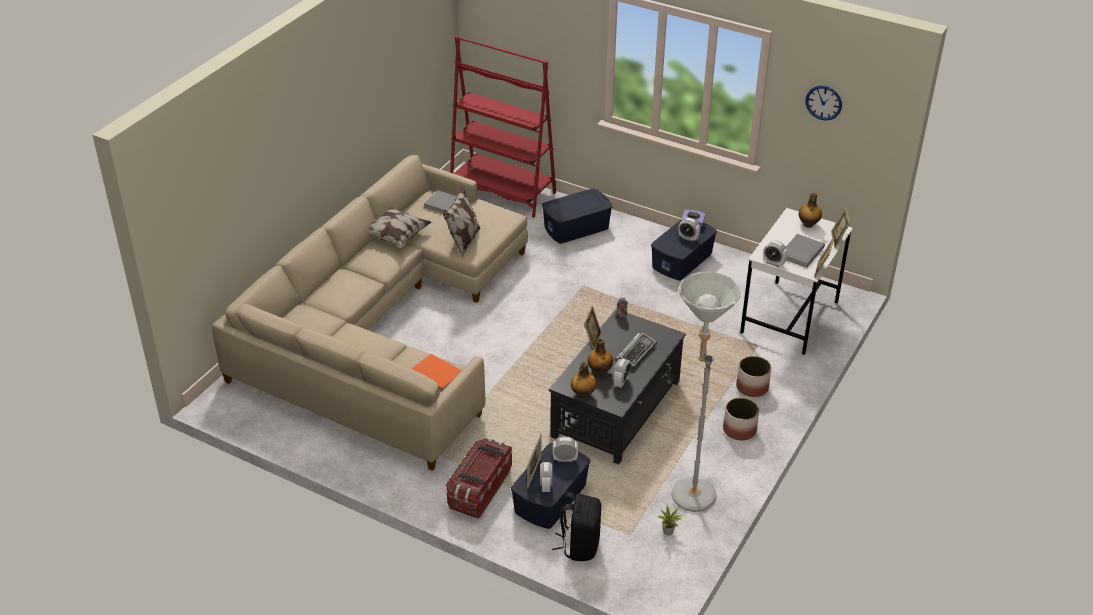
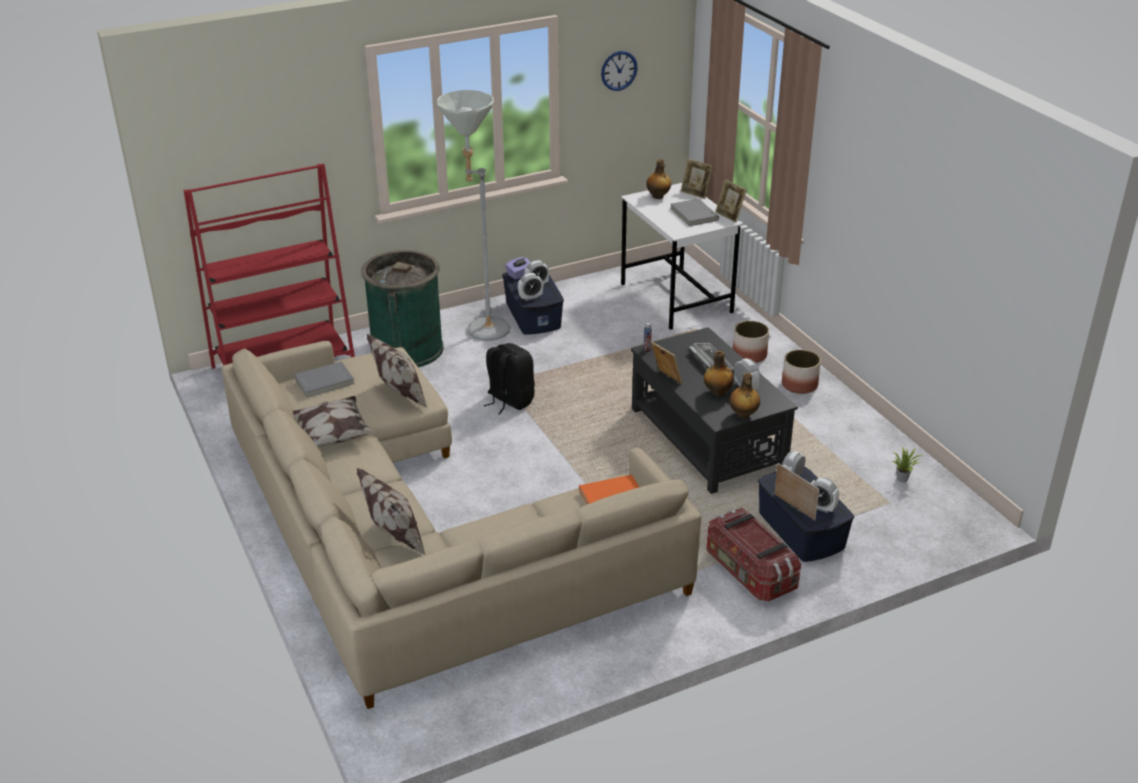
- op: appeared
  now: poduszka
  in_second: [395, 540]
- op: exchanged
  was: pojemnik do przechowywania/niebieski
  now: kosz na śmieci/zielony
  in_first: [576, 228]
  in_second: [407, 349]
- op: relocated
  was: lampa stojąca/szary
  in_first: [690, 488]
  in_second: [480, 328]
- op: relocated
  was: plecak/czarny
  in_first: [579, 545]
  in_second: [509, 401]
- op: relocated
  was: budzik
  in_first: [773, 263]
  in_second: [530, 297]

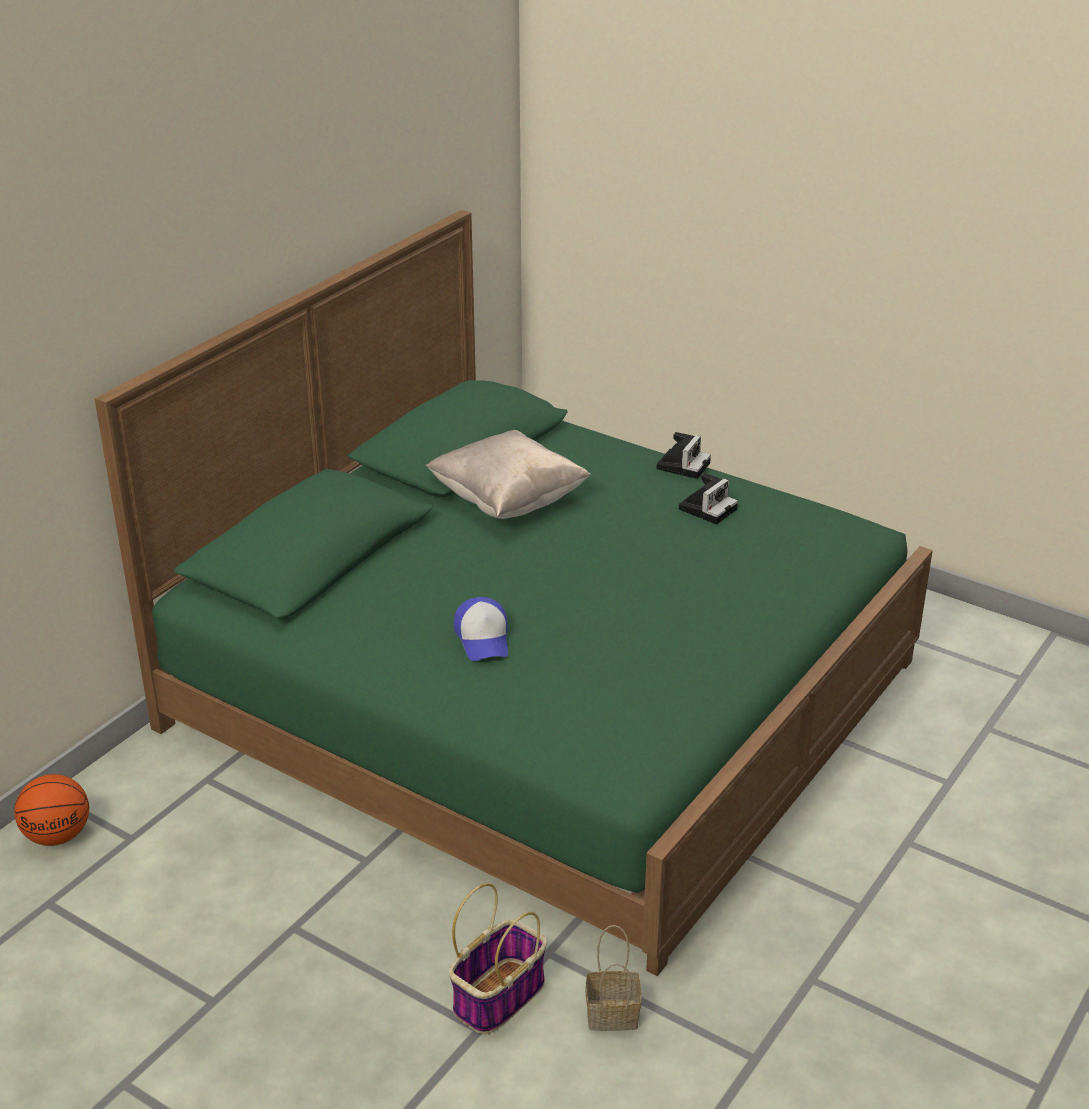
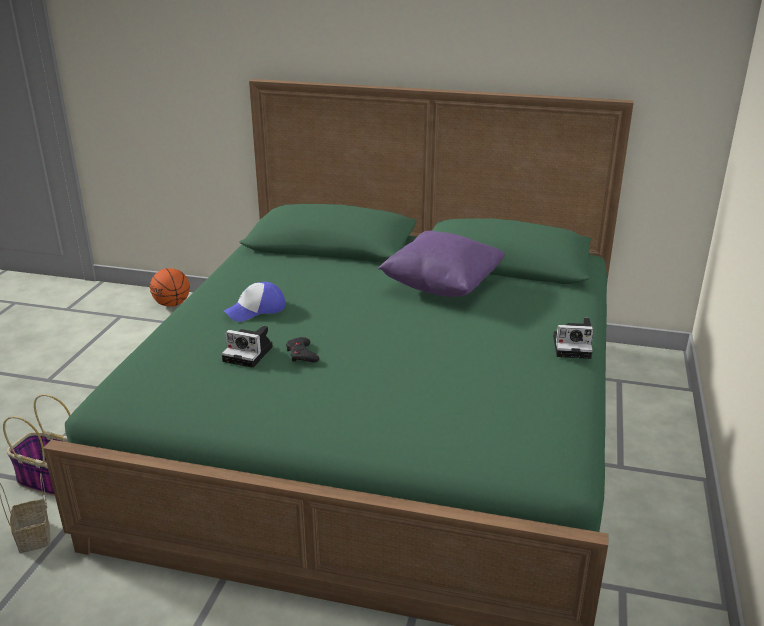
- op: relocated
  was: aparat fotograficzny
  in_first: [708, 508]
  in_second: [250, 354]
- op: appeared
  now: pad do gier/czarny
  in_second: [302, 354]
- op: colour
  was: poduszka/beżowy
  now: poduszka/fioletowy
  in_first: [507, 501]
  in_second: [442, 286]

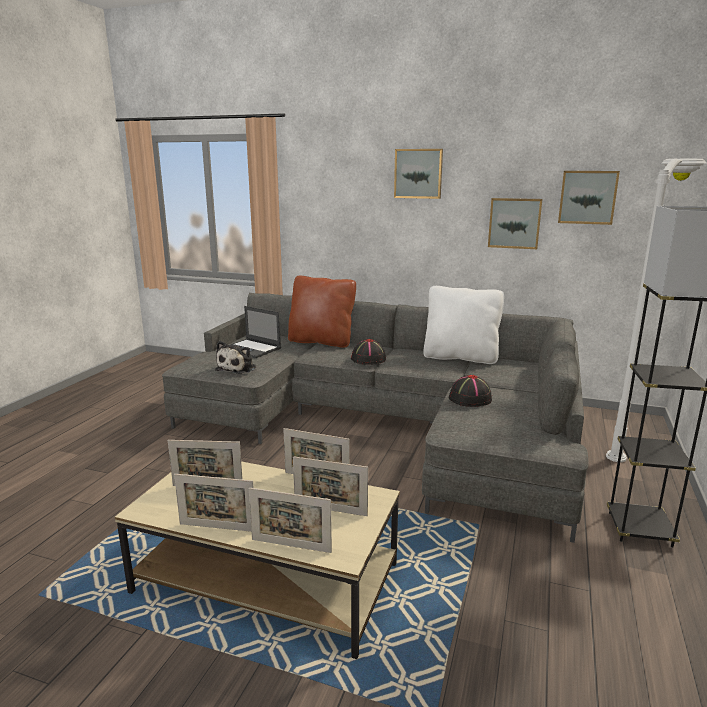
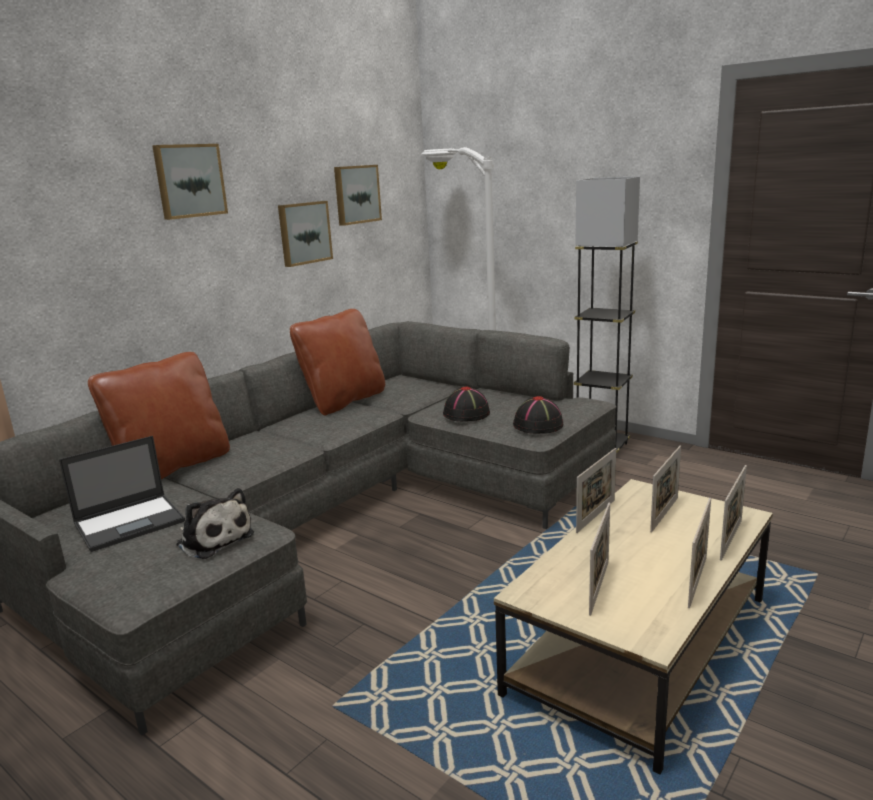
- op: colour
  was: poduszka/biały
  now: poduszka/brązowy
  in_first: [460, 357]
  in_second: [344, 401]
- op: relocated
  was: kapelusz/czarny
  in_first: [368, 359]
  in_second: [538, 425]

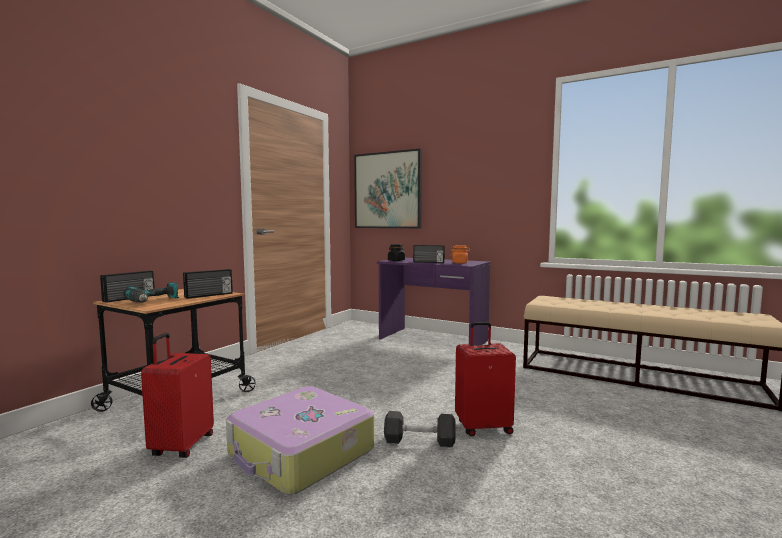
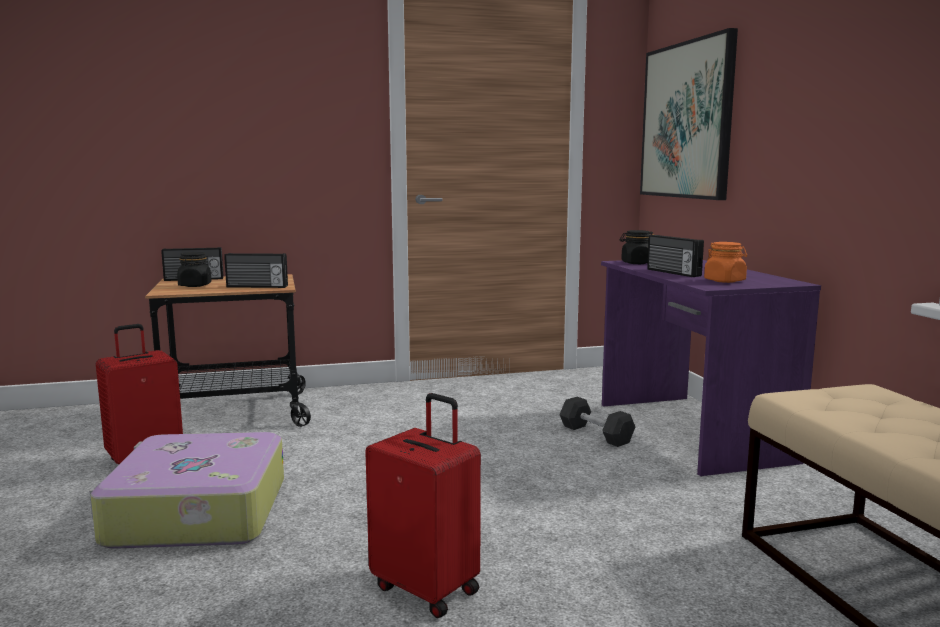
- op: exchanged
  was: wiertarka
  now: słoik/czarny
  in_first: [154, 301]
  in_second: [195, 285]
- op: relocated
  was: hantel/szary
  in_first: [419, 441]
  in_second: [596, 434]

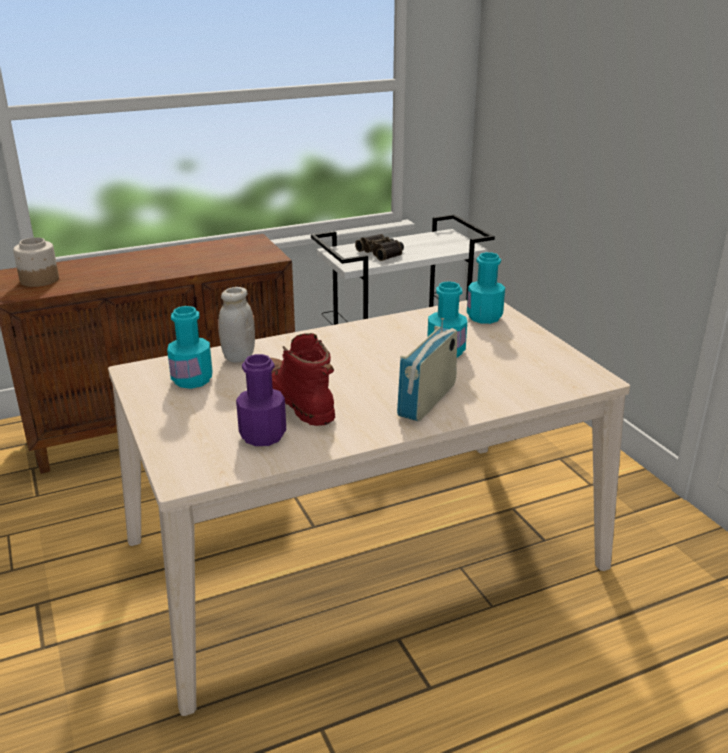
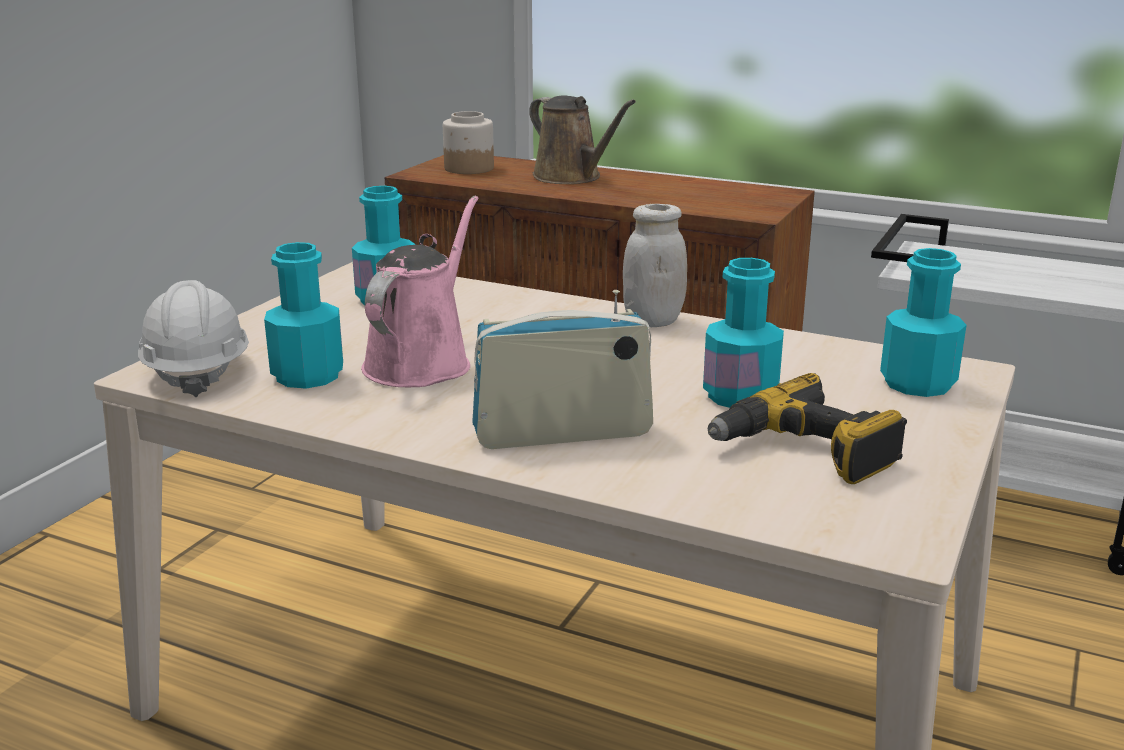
- op: appeared
  now: kask/biały
  in_second: [197, 372]
- op: colour
  was: butelka/fioletowy
  now: butelka/turkusowy
  in_first: [263, 435]
  in_second: [308, 375]
- op: exchanged
  was: but z cholewką/czerwony
  now: konewka/różowy
  in_first: [296, 401]
  in_second: [422, 362]
- op: appeared
  now: konewka/brązowy
  in_second: [571, 177]
- op: relocated
  was: słoik/biały
  in_first: [238, 357]
  in_second: [653, 321]
- op: appeared
  now: wiertarka
  in_second: [805, 452]
- op: missing
  was: lornetka
  in_first: [382, 252]

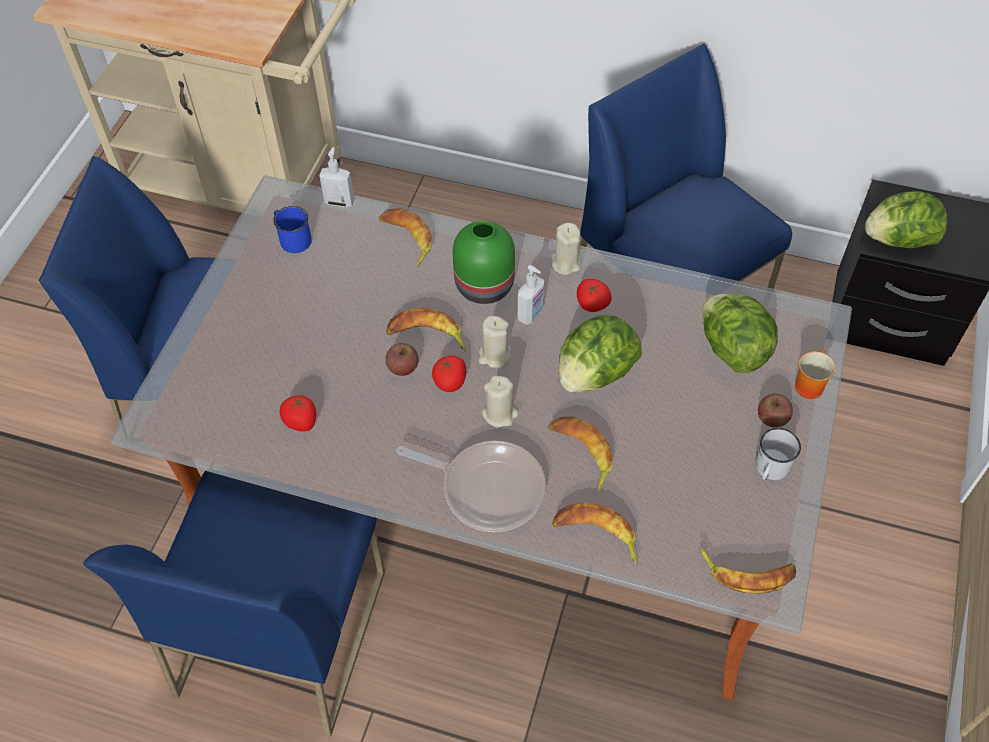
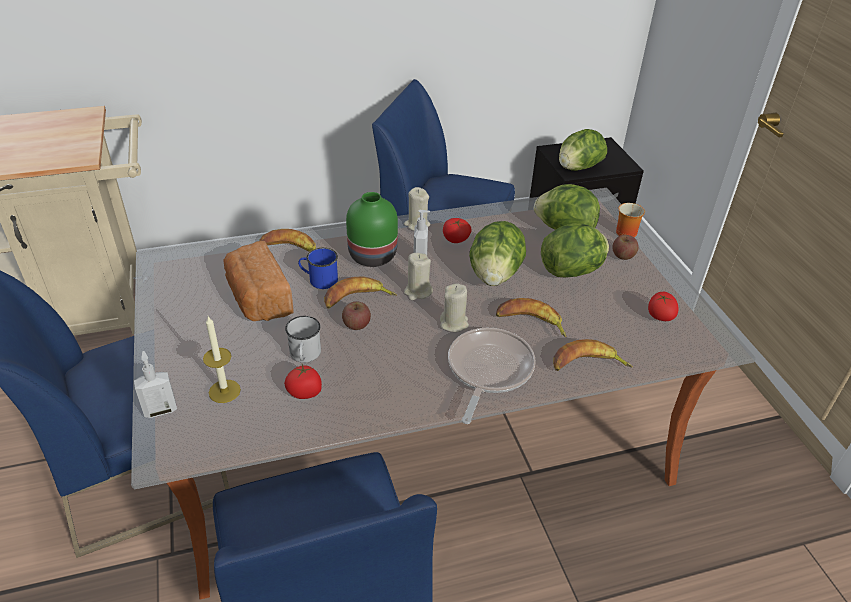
- op: relocated
  was: dozownik mydła
  in_first: [339, 201]
  in_second: [160, 410]
- op: appeared
  now: świeca
  in_second: [224, 391]
- op: appeared
  now: chleb
  in_second: [258, 299]
- op: relocated
  was: kubek/biały
  in_first: [769, 469]
  in_second: [305, 356]
- op: relocated
  was: kubek/niebieski
  in_first: [292, 238]
  in_second: [319, 280]
- op: spun
  was: patelnia
  in_first: [487, 488]
  in_second: [488, 370]
  clockwise: -60
- op: appeared
  now: sałata
  in_second: [572, 271]
- op: relocated
  was: pomidor
  in_first: [450, 382]
  in_second: [659, 316]
- op: missing
  was: banan
  in_first: [747, 572]

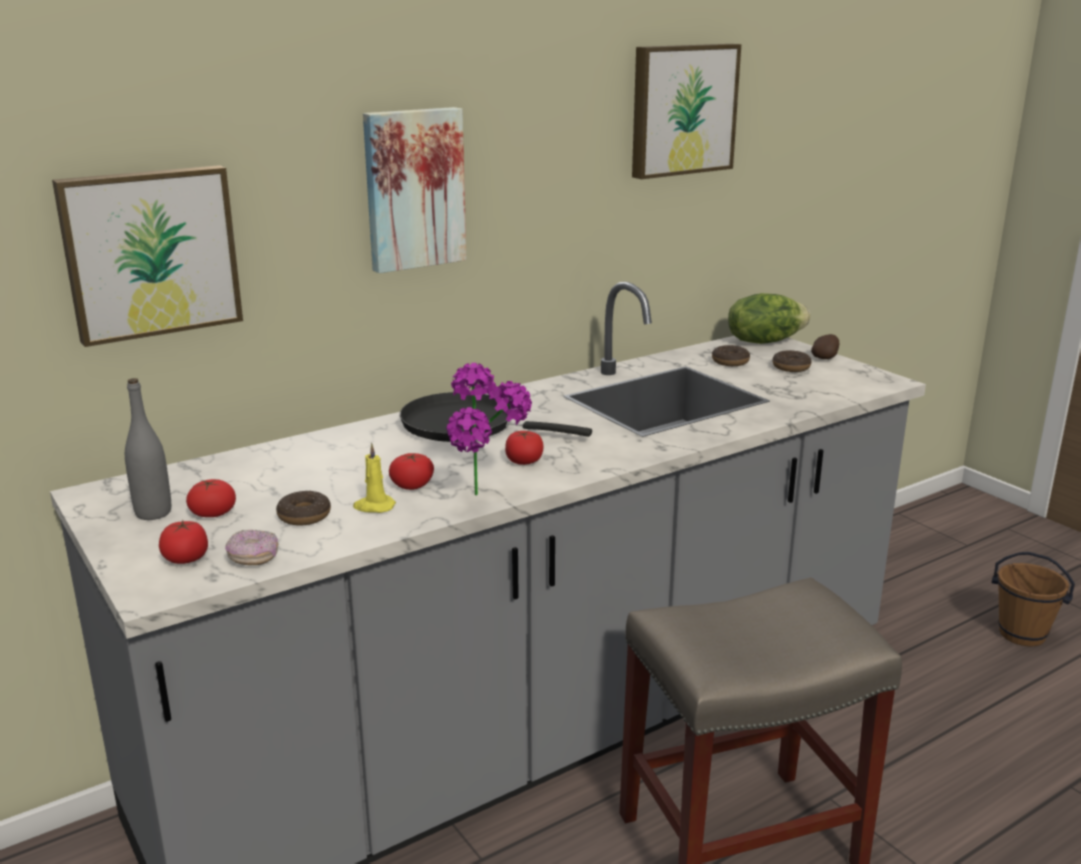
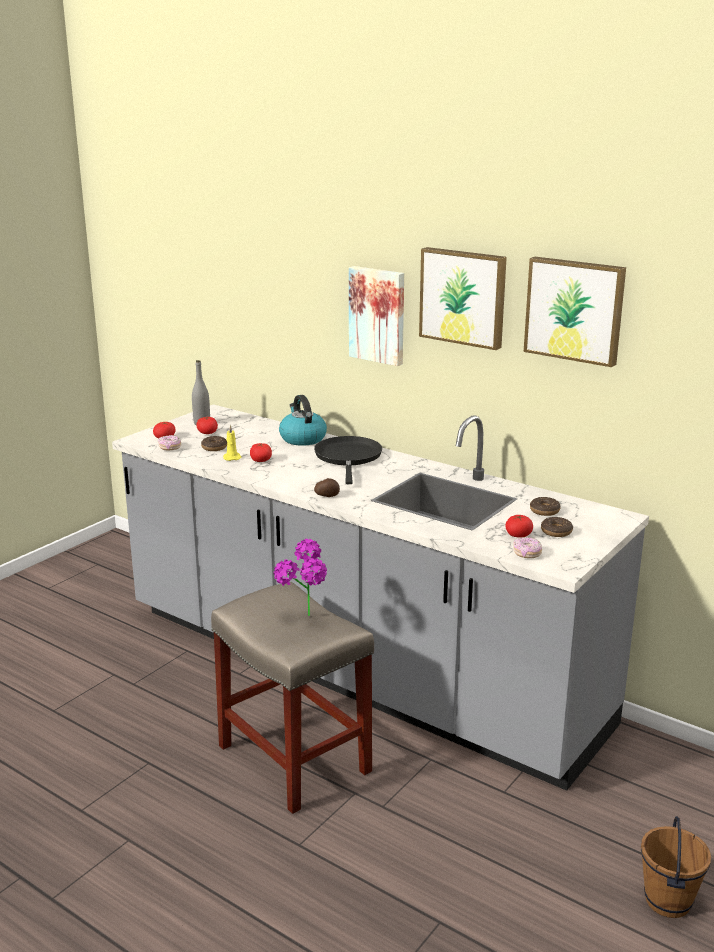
- op: relocated
  was: roślina doniczkowa
  in_first: [488, 500]
  in_second: [304, 621]
- op: appeared
  now: czajnik
  in_second: [302, 438]
- op: relocated
  was: ziemniak
  in_first: [825, 358]
  in_second: [327, 496]
- op: relocated
  was: obraz
  in_first: [150, 252]
  in_second: [464, 297]
- op: relocated
  was: pomidor
  in_first: [524, 461]
  in_second: [518, 535]
- op: appeared
  now: donut
  in_second: [527, 554]
- op: missing
  was: sałata
  in_first: [764, 341]

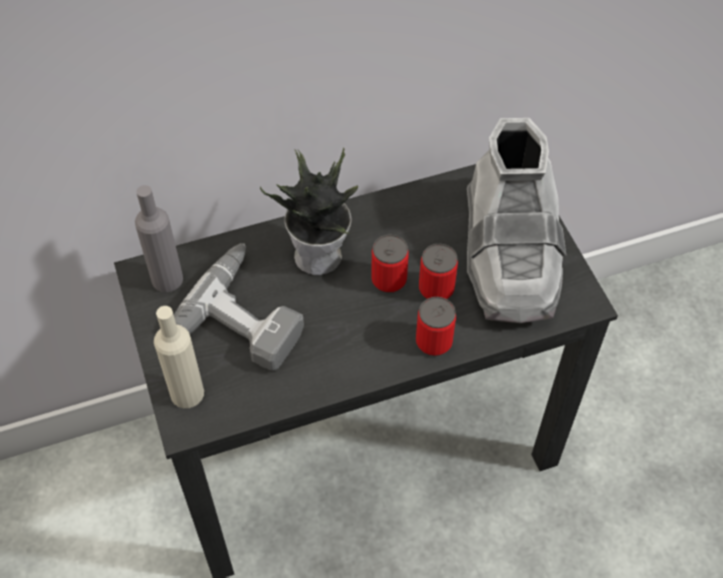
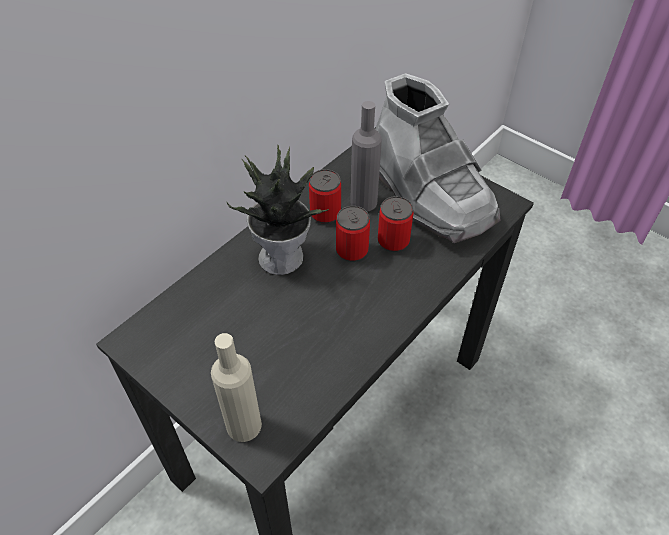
- op: relocated
  was: puszka
  in_first: [434, 342]
  in_second: [325, 214]
- op: relocated
  was: butelka/szary
  in_first: [167, 279]
  in_second: [363, 202]
- op: missing
  was: wiertarka
  in_first: [250, 312]

